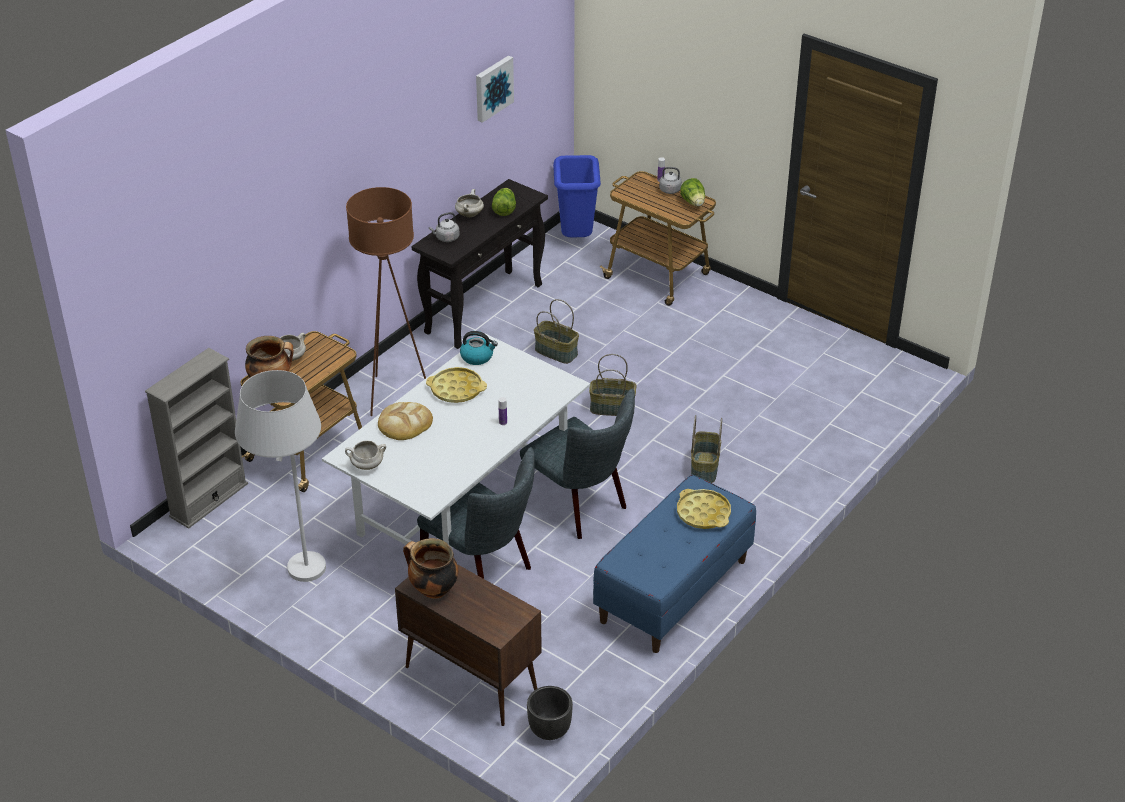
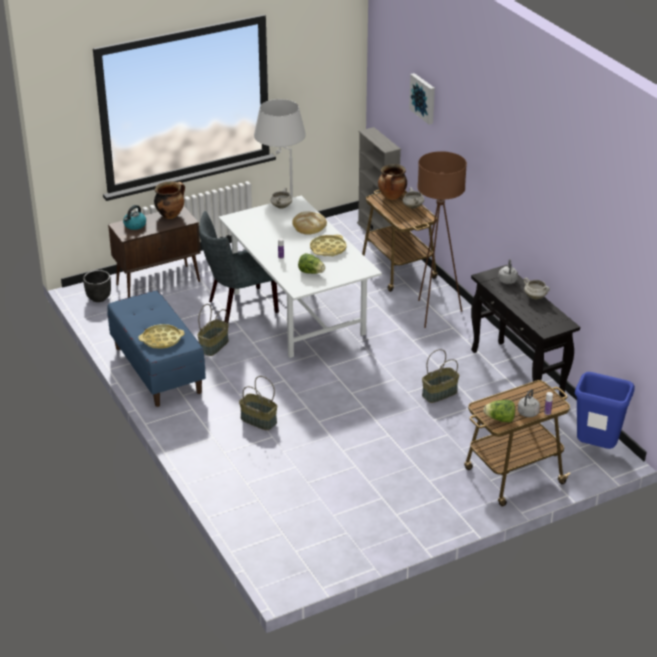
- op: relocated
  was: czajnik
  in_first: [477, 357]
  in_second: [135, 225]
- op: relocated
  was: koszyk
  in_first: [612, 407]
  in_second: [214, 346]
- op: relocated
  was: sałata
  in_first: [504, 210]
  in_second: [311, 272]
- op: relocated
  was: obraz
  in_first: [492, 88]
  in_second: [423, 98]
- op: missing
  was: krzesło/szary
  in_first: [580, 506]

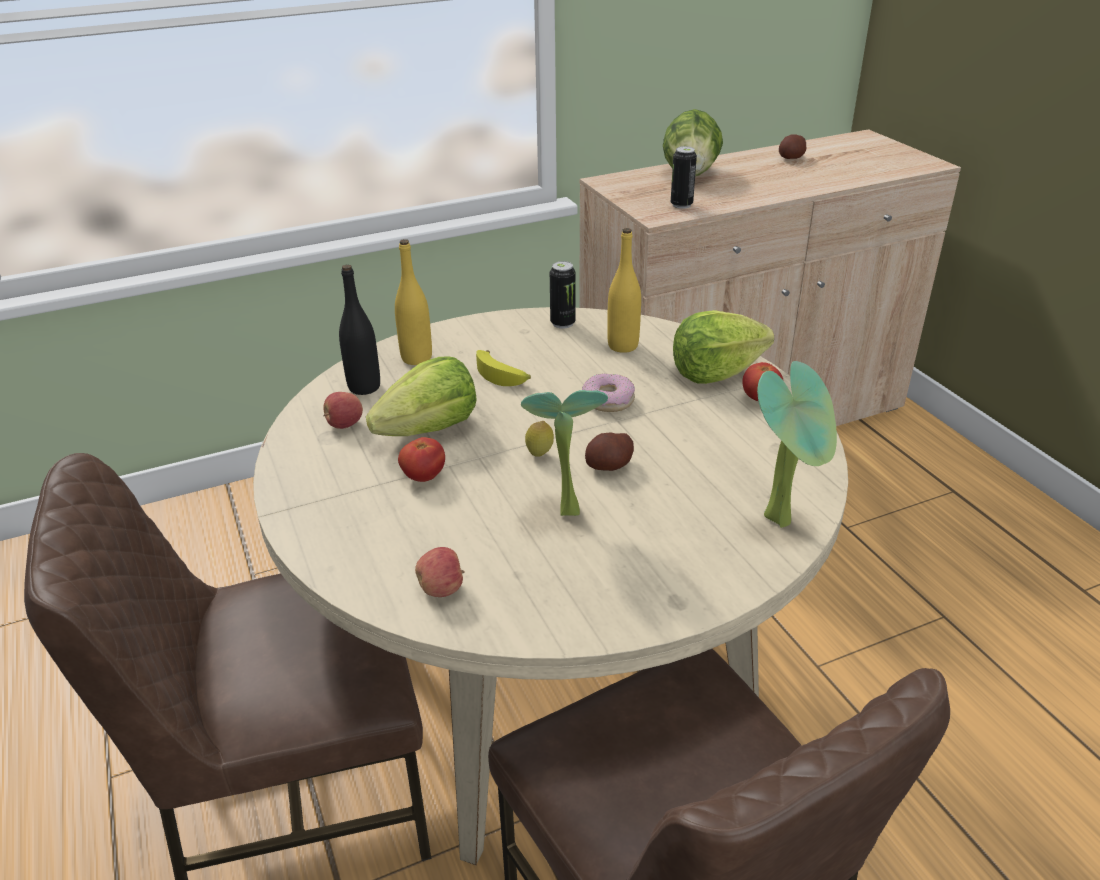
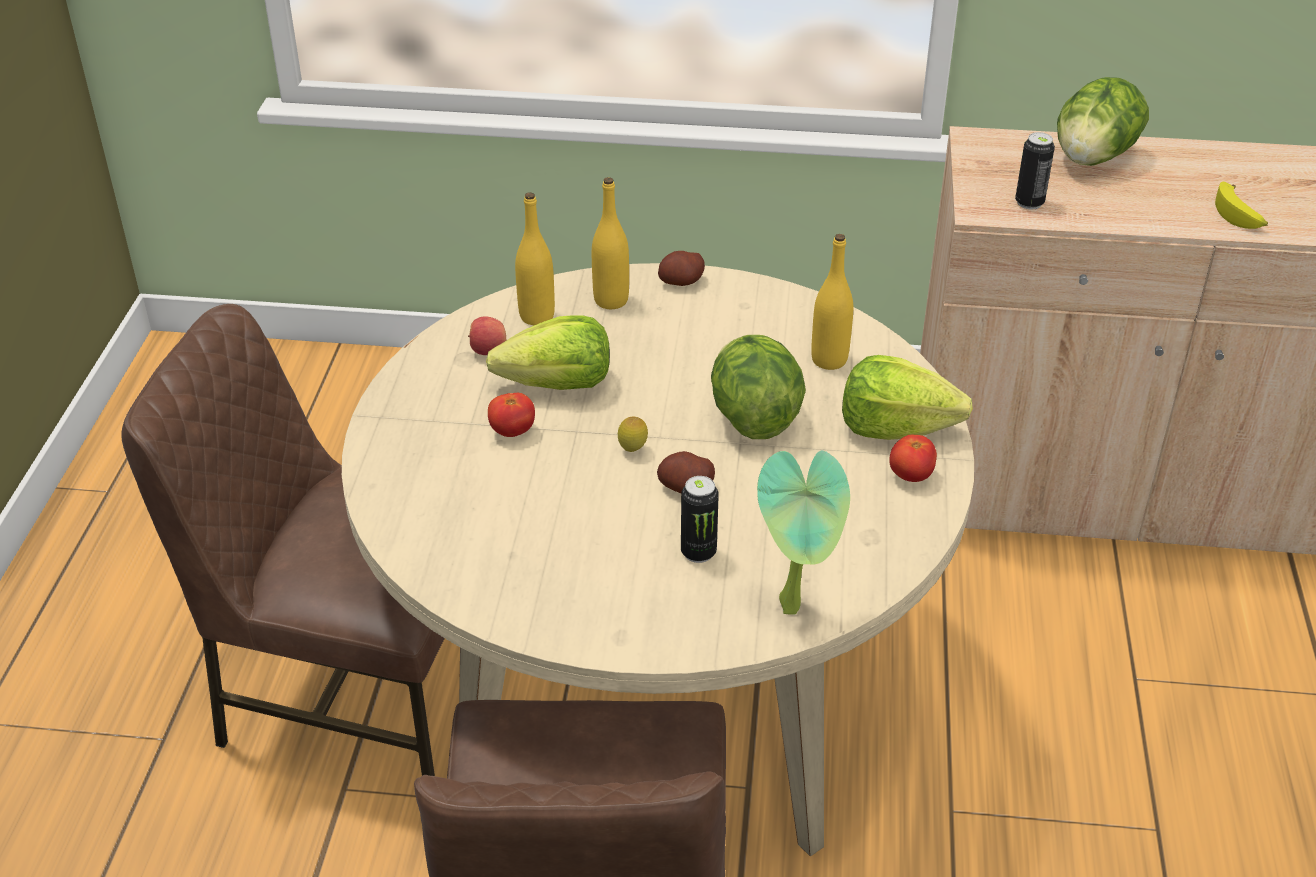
- op: colour
  was: butelka/czarny
  now: butelka/żółty
  in_first: [364, 387]
  in_second: [537, 316]
- op: relocated
  was: ziemniak
  in_first: [791, 158]
  in_second: [681, 282]
- op: relocated
  was: puszka
  in_first: [562, 323]
  in_second: [698, 552]
- op: exchanged
  was: donut
  now: sałata
  in_first: [608, 400]
  in_second: [752, 417]
- op: relocated
  was: banan
  in_first: [502, 375]
  in_second: [1239, 215]
- op: missing
  was: jabłko
  in_first: [442, 589]
- op: missing
  was: roślina doniczkowa
  in_first: [564, 507]

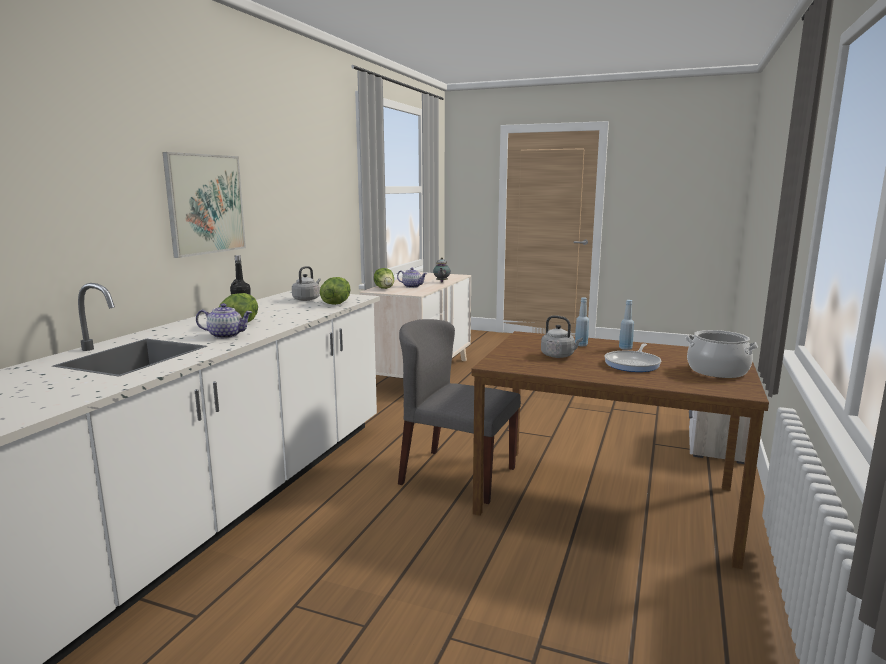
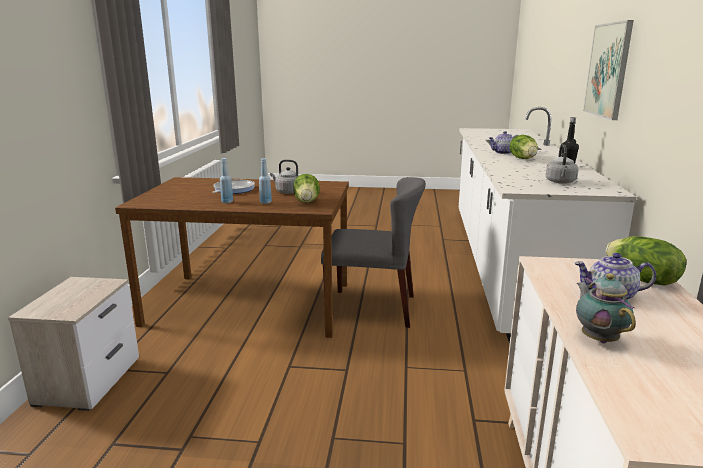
- op: relocated
  was: sałata
  in_first: [336, 303]
  in_second: [307, 201]
- op: missing
  was: garnek
  in_first: [717, 371]

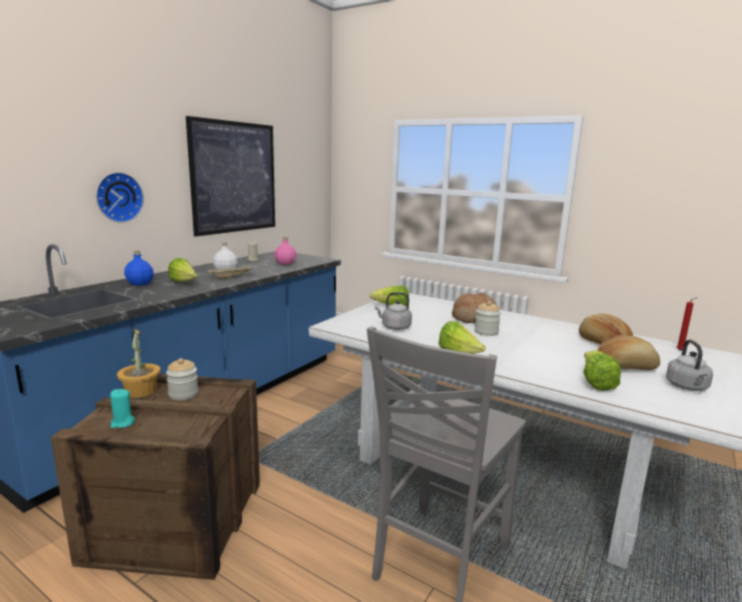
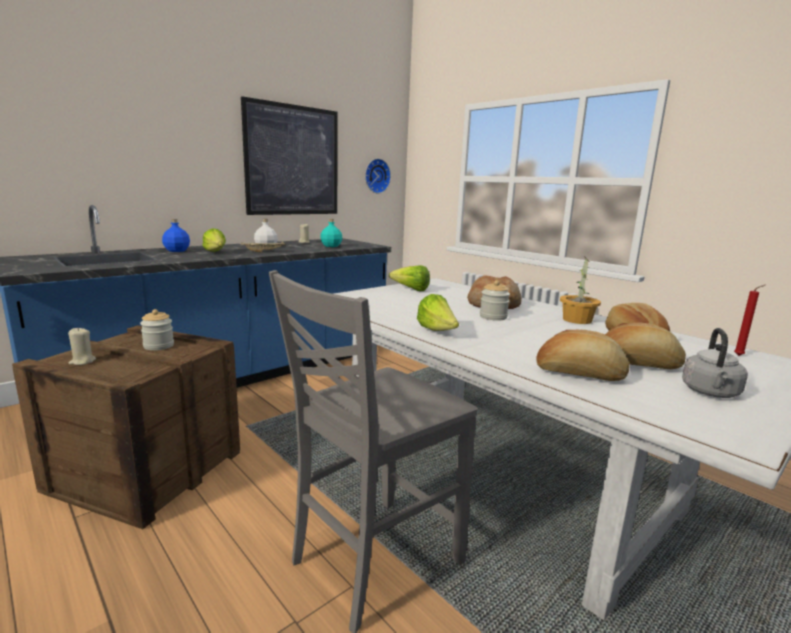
- op: colour
  was: świeca/turkusowy
  now: świeca/beżowy
  in_first: [122, 423]
  in_second: [82, 361]
- op: colour
  was: butelka/różowy
  now: butelka/turkusowy
  in_first: [286, 263]
  in_second: [331, 246]
- op: relocated
  was: zegar ścienny
  in_first: [118, 197]
  in_second: [376, 176]
- op: exchanged
  was: sałata
  now: chleb
  in_first: [595, 383]
  in_second: [579, 374]
- op: relocated
  was: roślina doniczkowa
  in_first: [140, 391]
  in_second: [576, 320]
- op: missing
  was: czajnik/szary
  in_first: [394, 327]

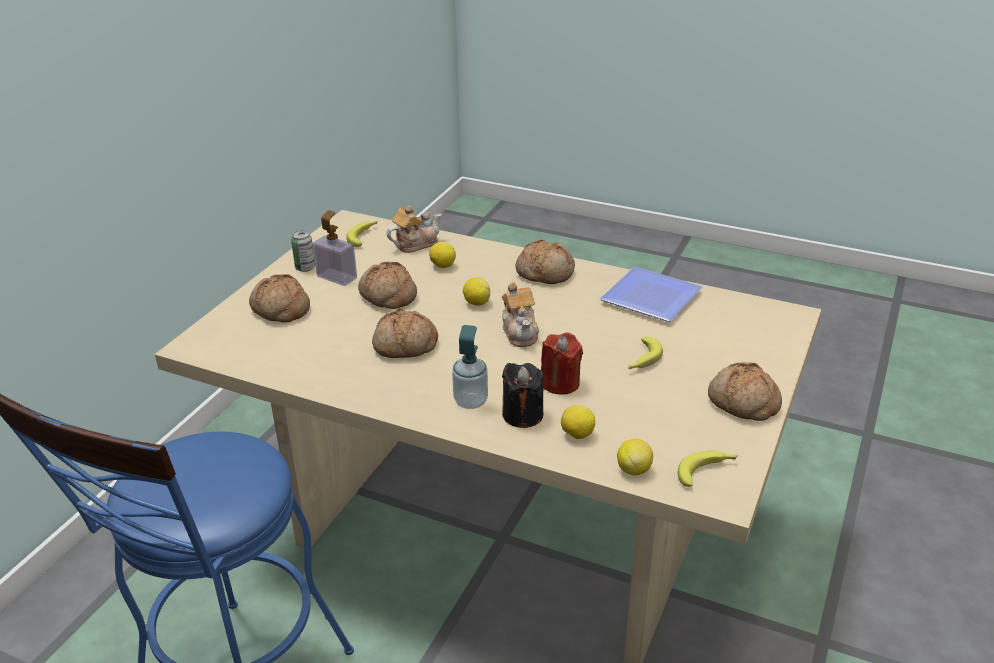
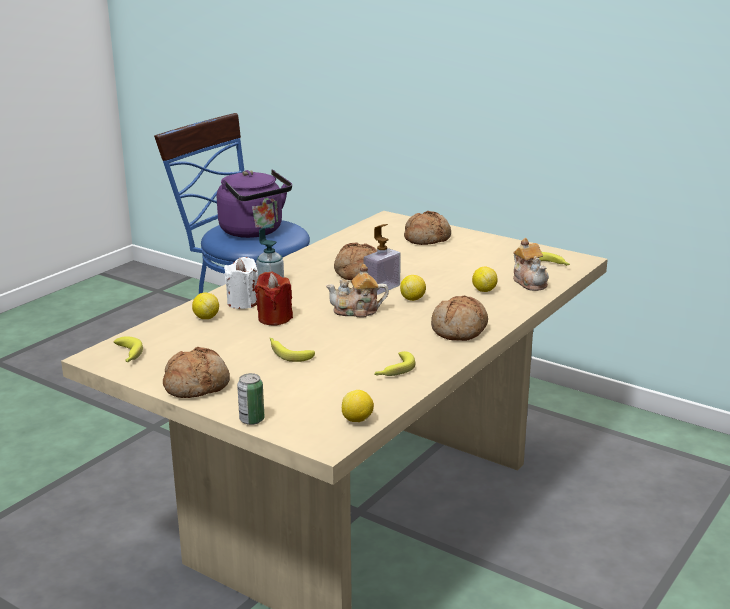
- op: appeared
  now: czajnik/fioletowy
  in_second: [254, 232]
- op: colour
  was: świeca/czarny
  now: świeca/biały
  in_first: [522, 415]
  in_second: [243, 303]
- op: relocated
  was: puszka
  in_first: [305, 268]
  in_second: [252, 420]
- op: relocated
  was: cytryna
  in_first: [633, 469]
  in_second: [357, 420]
- op: relocated
  was: dozownik mydła
  in_first: [337, 277]
  in_second: [382, 288]
- op: exchanged
  was: talerz
  now: banan
  in_first: [647, 298]
  in_second: [393, 370]
- op: missing
  was: chleb
  in_first: [387, 296]

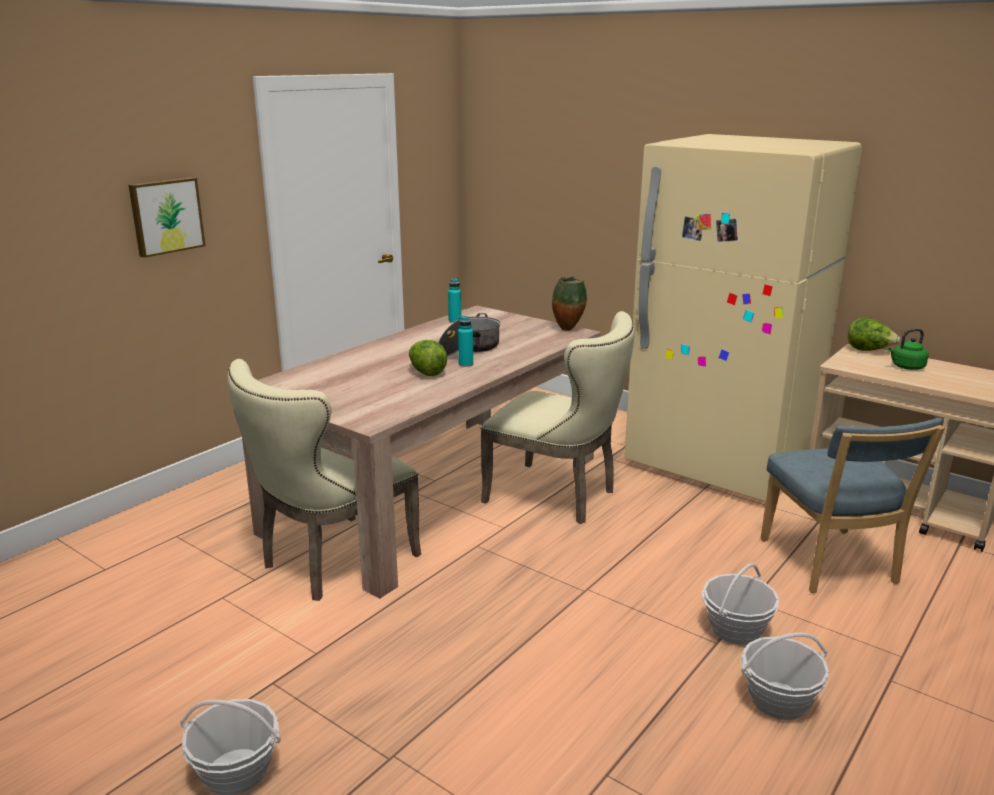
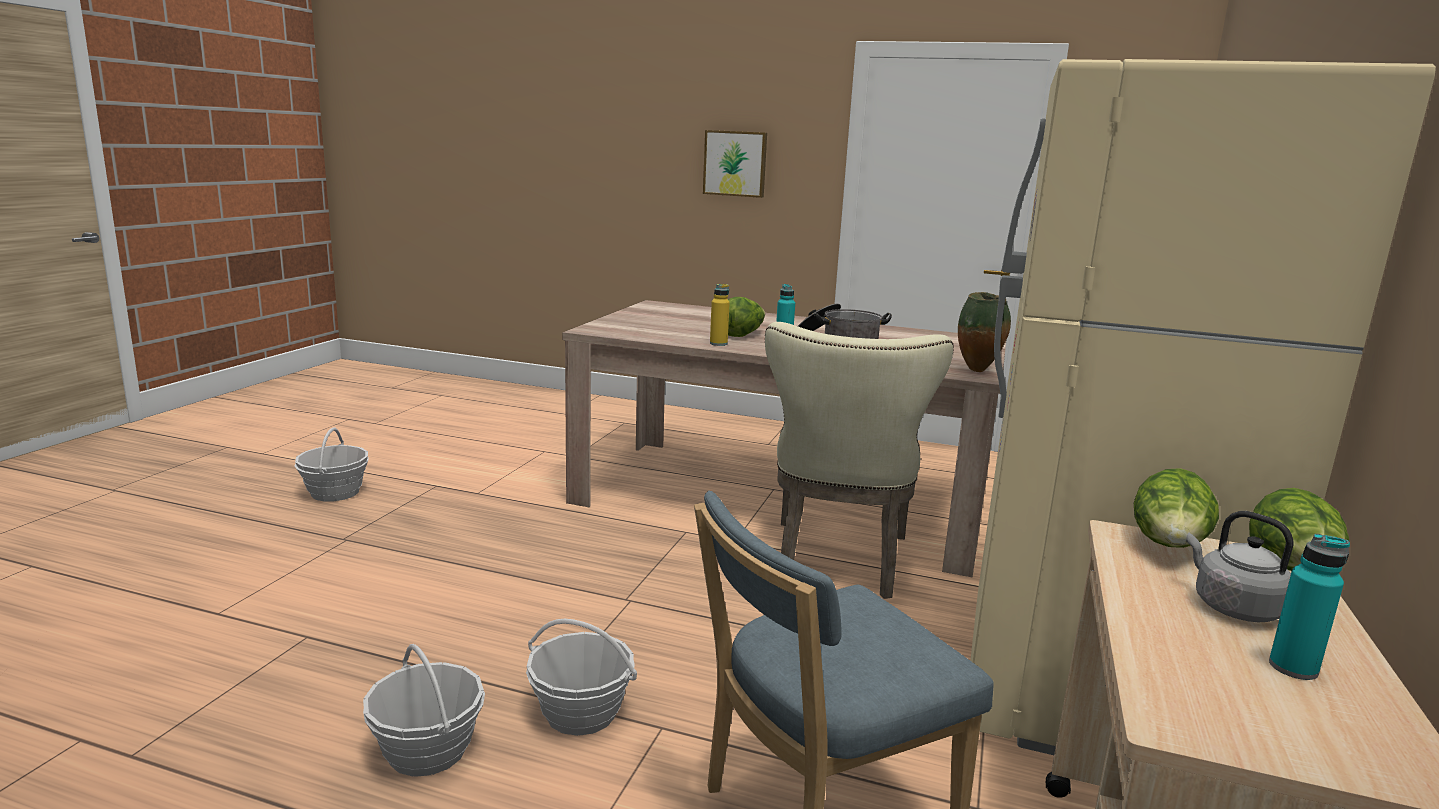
- op: appeared
  now: butelka/żółty
  in_second: [718, 344]
- op: appeared
  now: sałata
  in_second: [1168, 548]
- op: colour
  was: czajnik/zielony
  now: czajnik/szary
  in_first: [906, 367]
  in_second: [1232, 607]
- op: relocated
  was: butelka/turkusowy
  in_first: [454, 321]
  in_second: [1293, 668]
- op: missing
  was: krzesło/beżowy
  in_first: [331, 562]

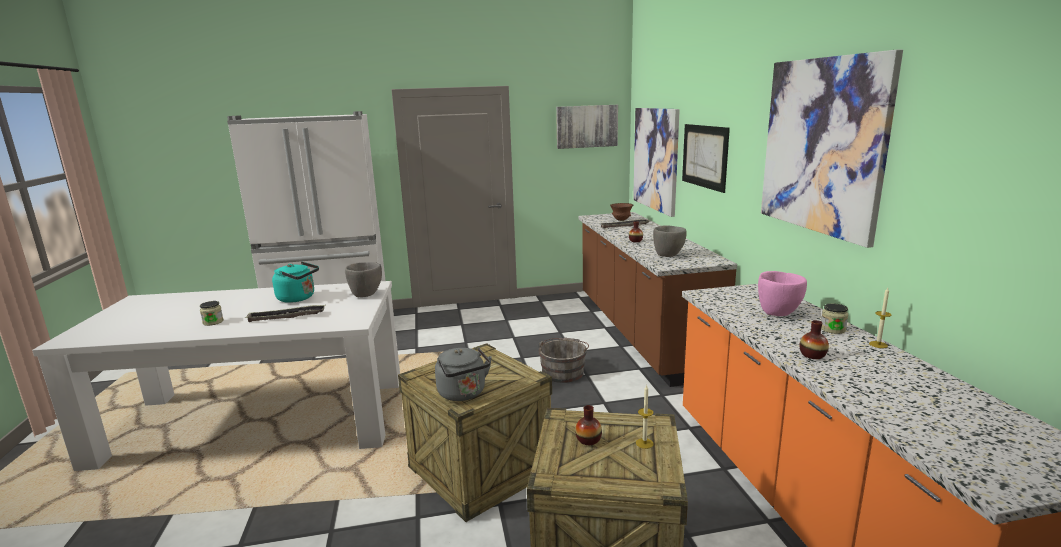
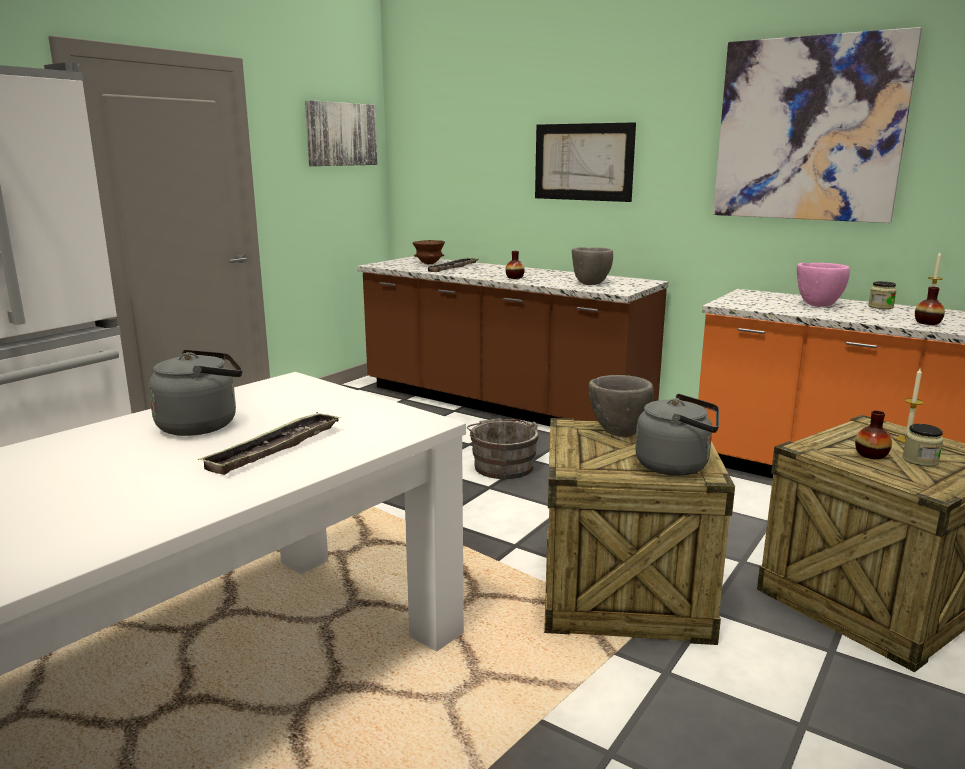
- op: colour
  was: czajnik/turkusowy
  now: czajnik/szary
  in_first: [298, 298]
  in_second: [203, 425]
- op: relocated
  was: miska/szary
  in_first: [366, 294]
  in_second: [618, 432]
- op: relocated
  was: słoik
  in_first: [213, 322]
  in_second: [920, 460]
- op: missing
  was: obraz
  in_first: [656, 159]

